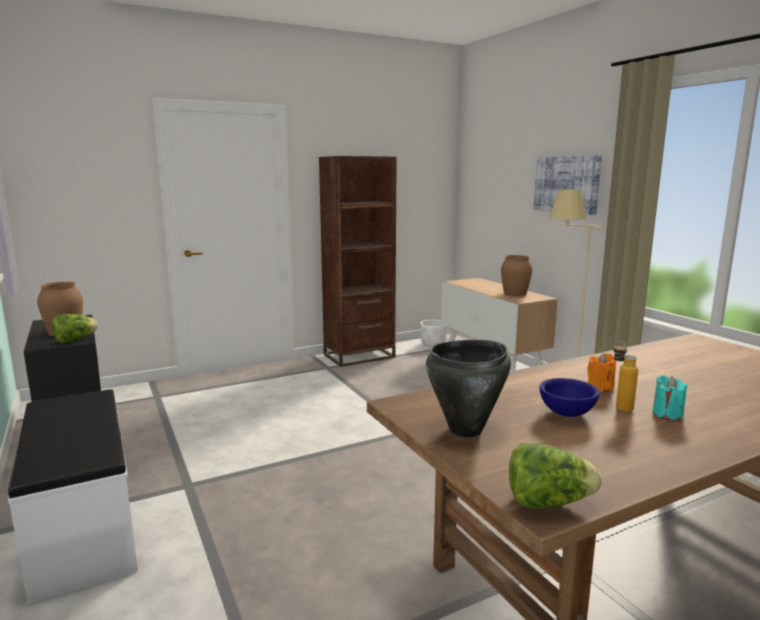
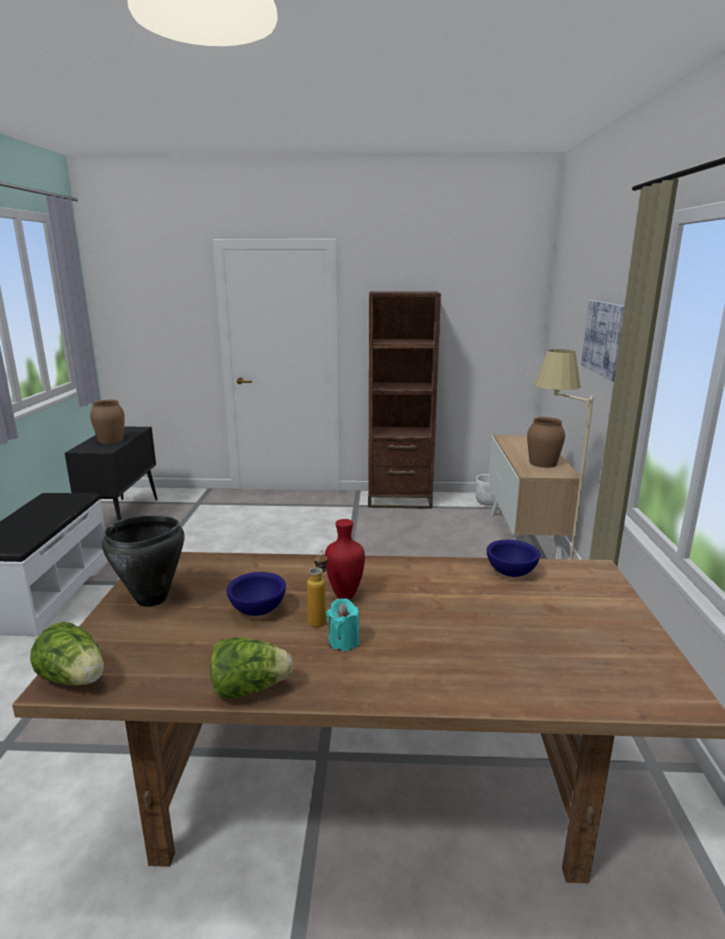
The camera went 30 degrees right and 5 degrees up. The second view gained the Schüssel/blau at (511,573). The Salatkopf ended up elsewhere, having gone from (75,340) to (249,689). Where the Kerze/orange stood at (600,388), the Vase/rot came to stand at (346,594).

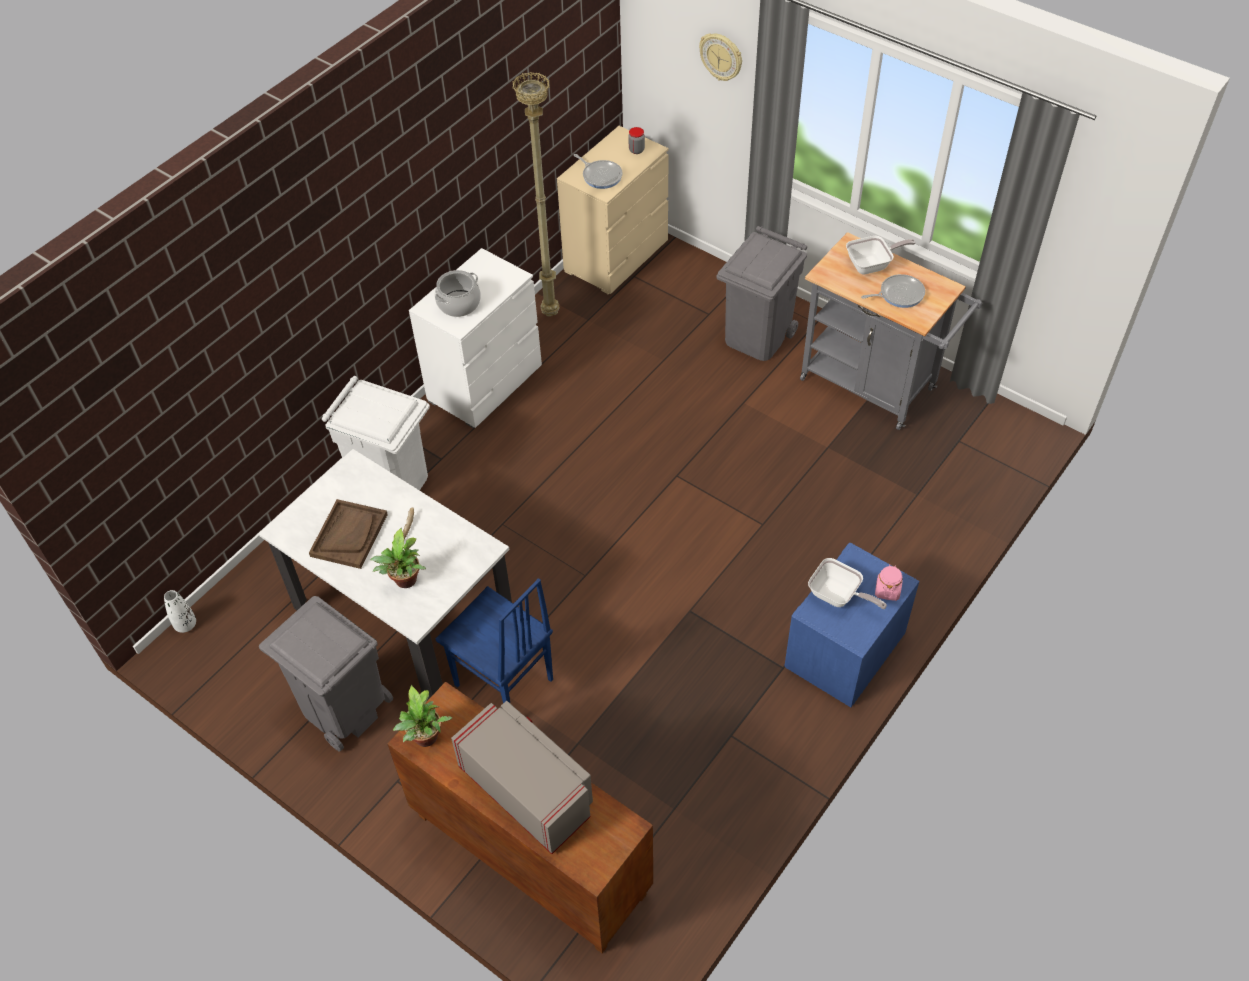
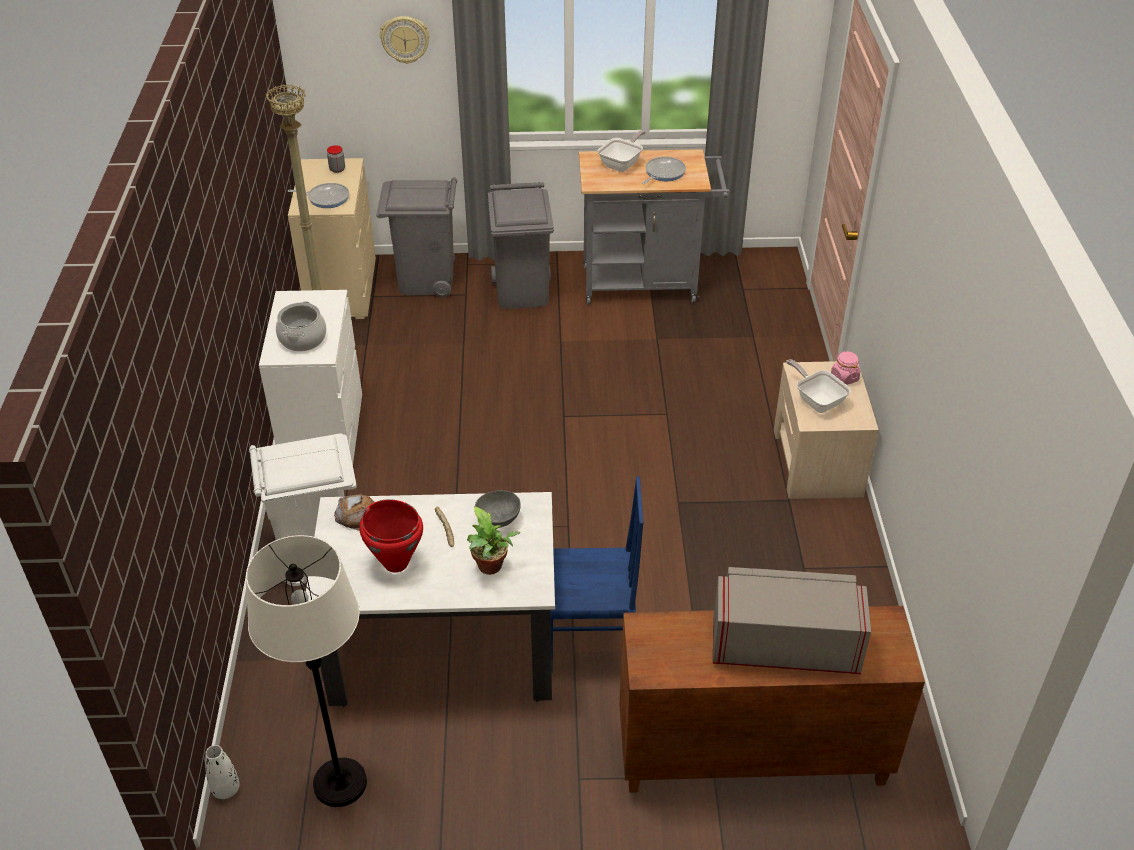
The camera went 40 degrees left and 10 degrees down. The second view lost the Topfpflanze at (426,739). The second view gained the Stehlampe/weiß at (339,783). The second view gained the Brot at (357,515). The second view gained the Schüssel/grau at (499,520). The Mülleimer/grau ended up elsewhere, having gone from (344,709) to (425,280). Where the Tablett/braun stood at (349,535), the Kochtopf/rot came to stand at (396,563). What was the Nachttisch/blau at (844,650) turned into the Nachttisch/beige at (817,463). The Pfanne at (838,596) ended up facing another way, 120 degrees counterclockwise from before.

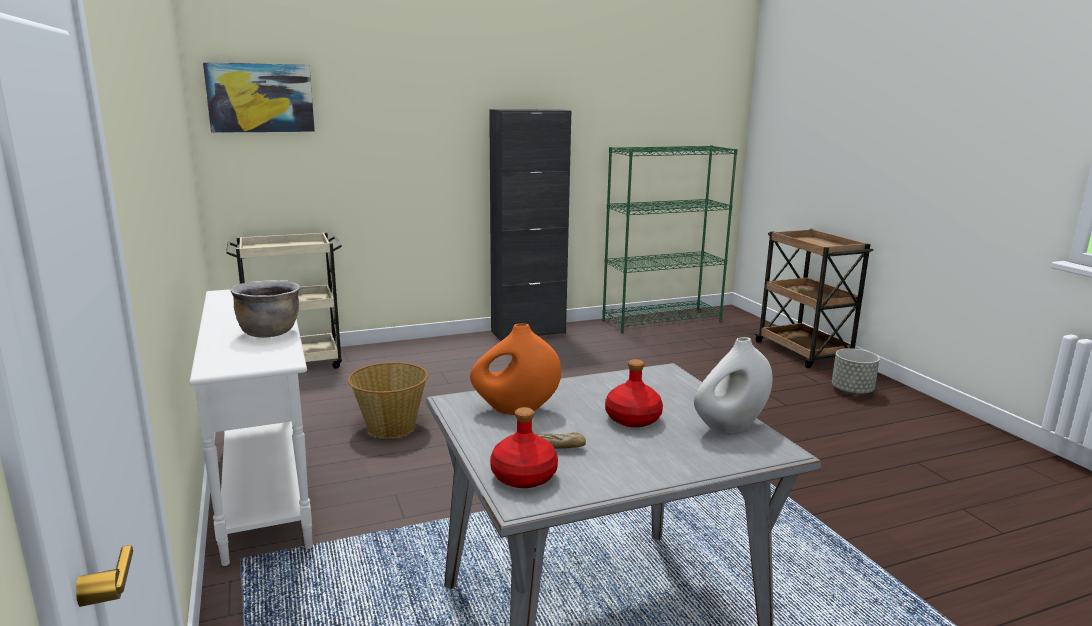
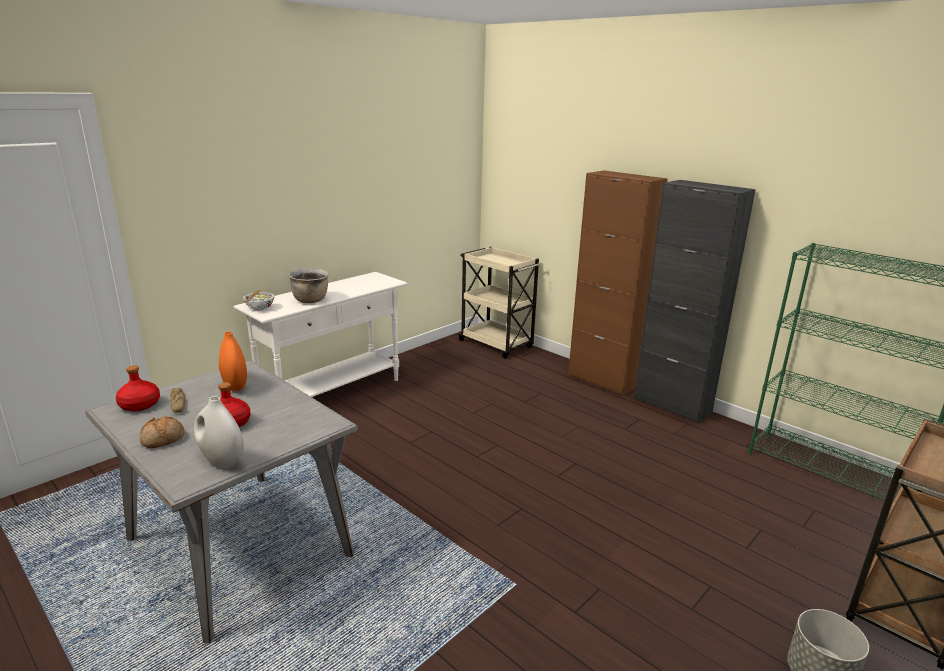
The camera went 65 degrees right and 5 degrees up. The second view lost the Bild at (260,98). The second view lost the Korb at (390,427). The second view gained the Brot at (162,439). The second view gained the Schüssel at (259,308). The second view gained the Schrank/braun at (602,380).

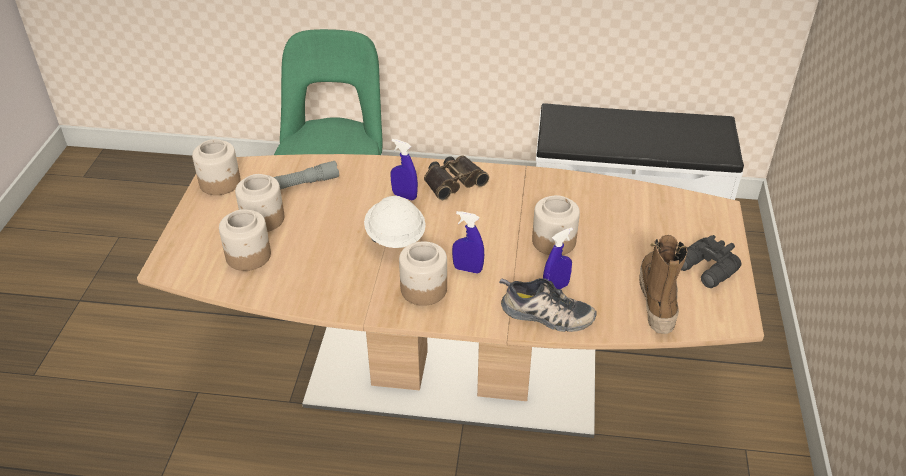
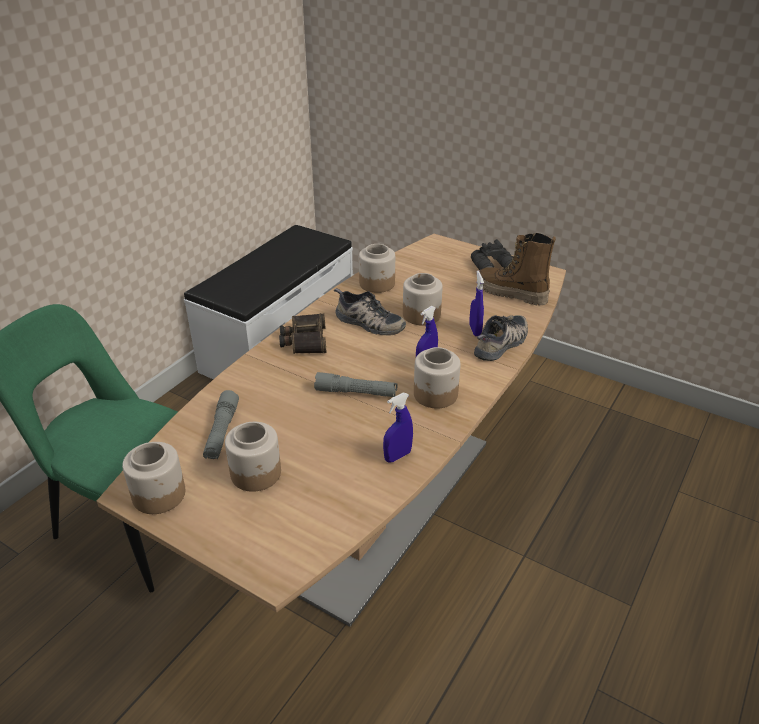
The camera went 65 degrees left and 5 degrees down. The second view gained the Schuh at (368,323). The Vorratsglas ended up elsewhere, having gone from (248,256) to (377,284). The Sprühflasche/blau ended up elsewhere, having gone from (404,196) to (397,456). Where the Schutzhelm/weiß stood at (395,238), the Taschenlampe/grau came to stand at (356,392).

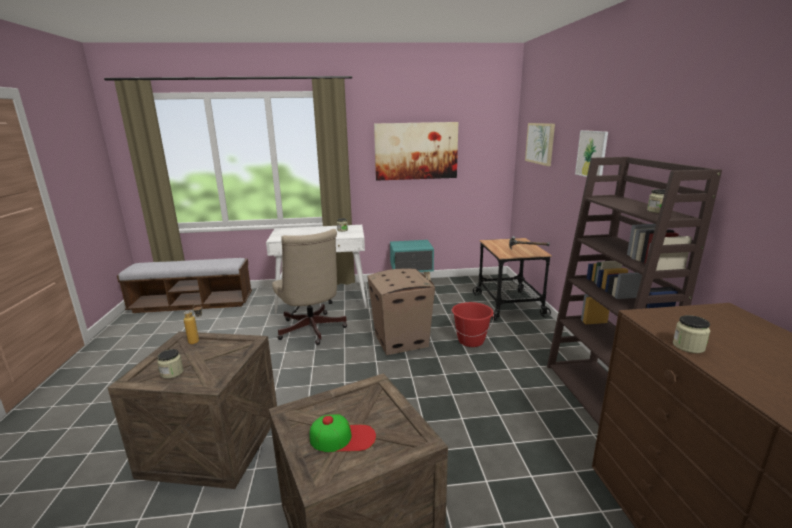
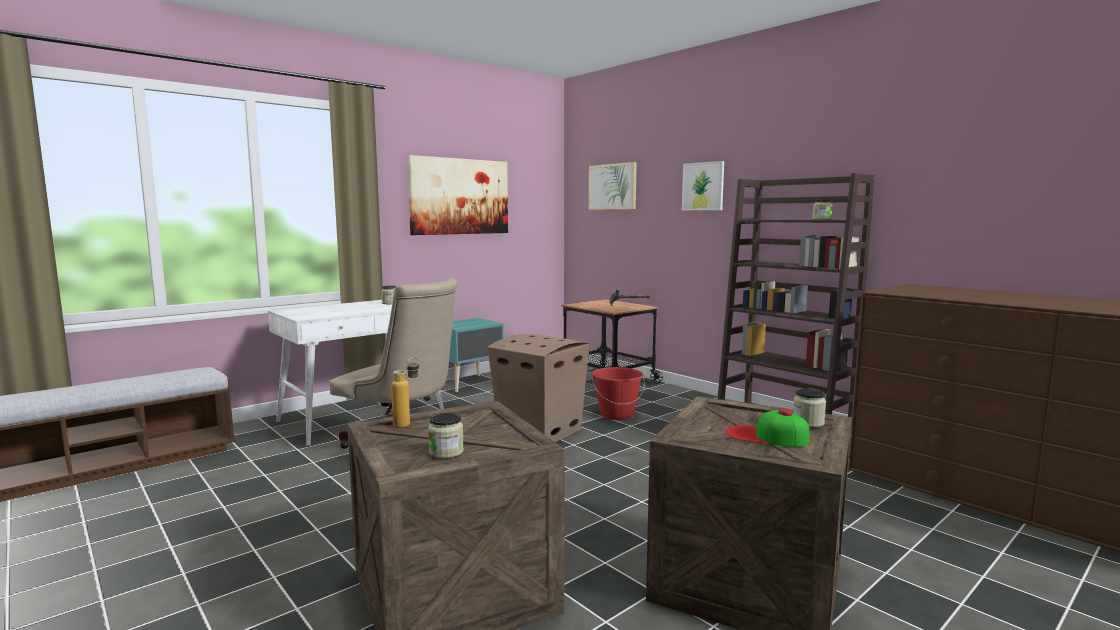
The camera went 35 degrees left and 10 degrees down. The Vorratsglas ended up elsewhere, having gone from (688,346) to (808,422). The Kappe at (343,437) ended up facing another way, 120 degrees counterclockwise from before.

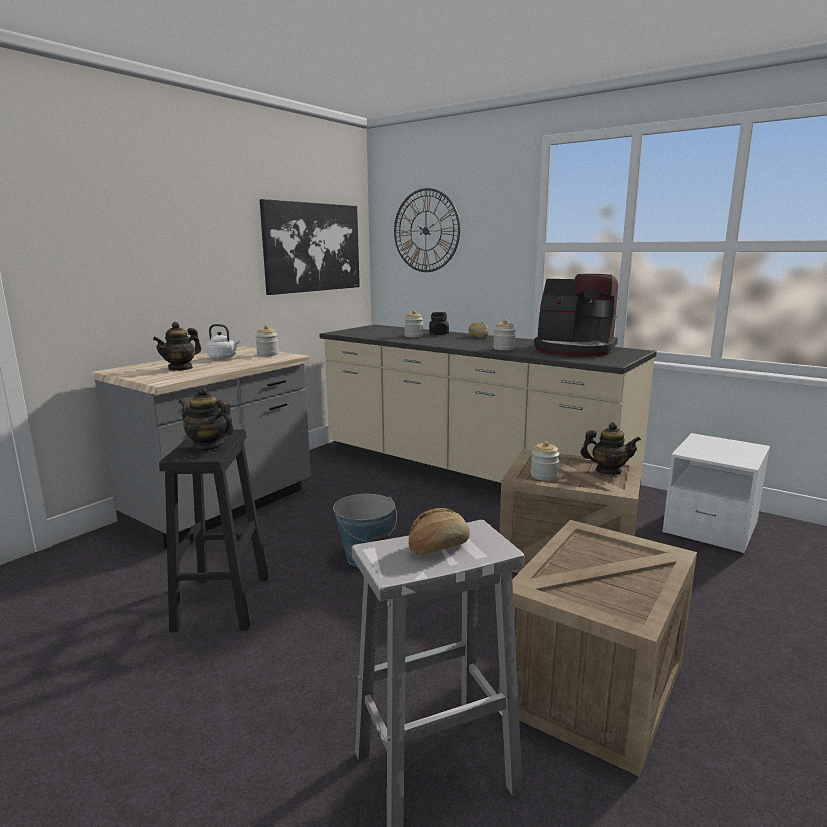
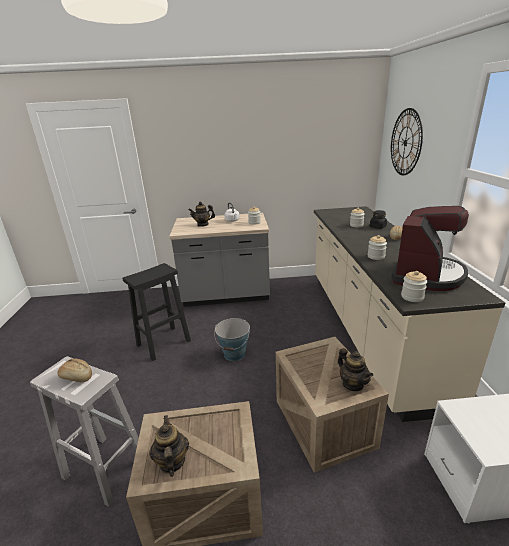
The camera went 50 degrees right and 10 degrees up. The second view lost the Bild at (312,247). The Teekanne ended up elsewhere, having gone from (208,446) to (172,462). The Vorratsglas ended up elsewhere, having gone from (544,476) to (412,297). The Kaffeemaschine at (574,349) ended up facing another way, 135 degrees counterclockwise from before.

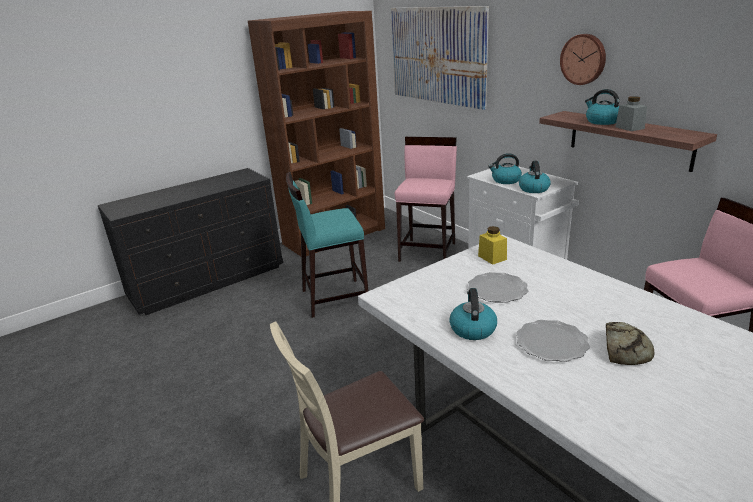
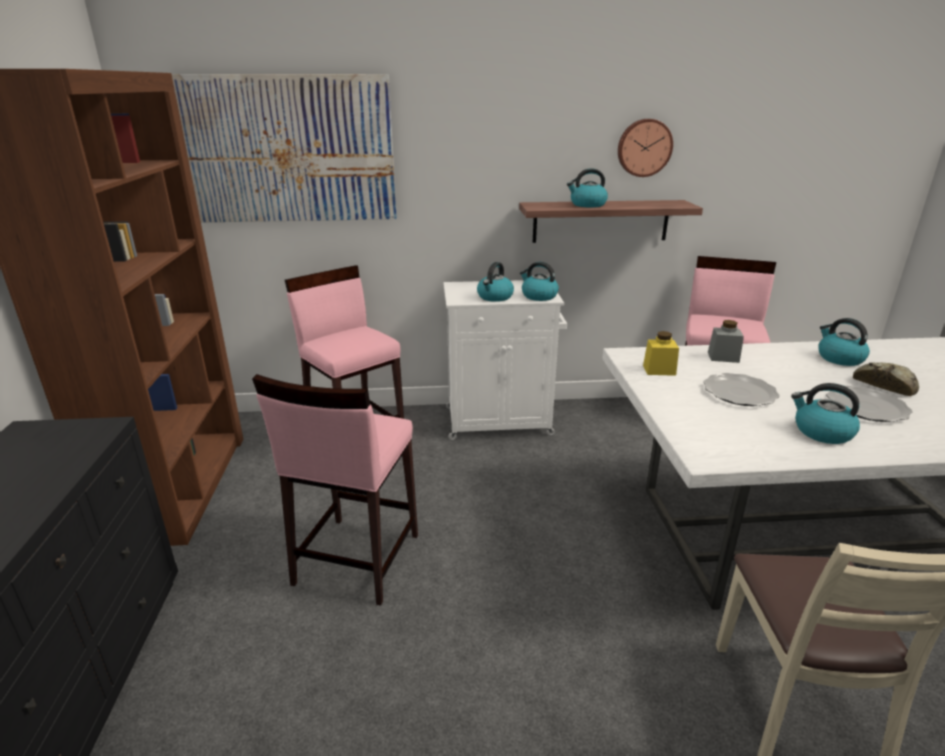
The camera went 60 degrees left and 0 degrees up. The second view gained the Wasserkessel at (839,358). The Wanduhr ended up elsewhere, having gone from (584,59) to (644,148). The Vorratsglas/grau ended up elsewhere, having gone from (629,128) to (723,357). What was the Hocker/türkis at (334,297) turned into the Hocker/rosa at (355,559).

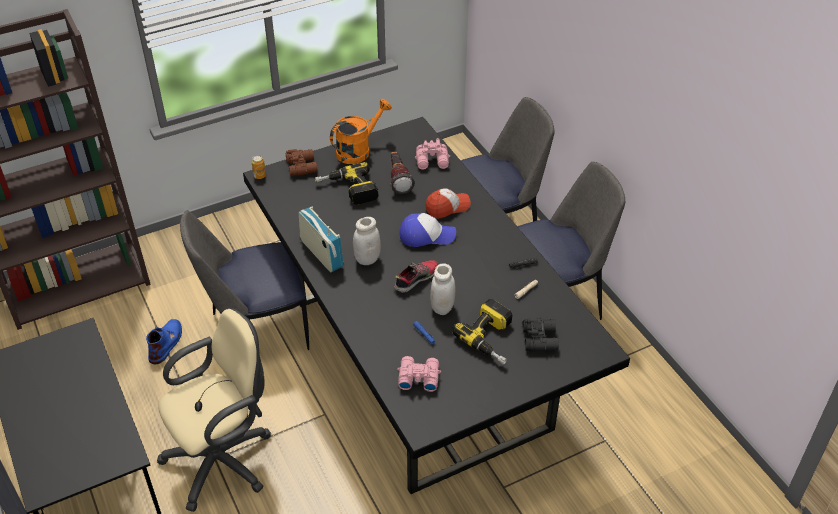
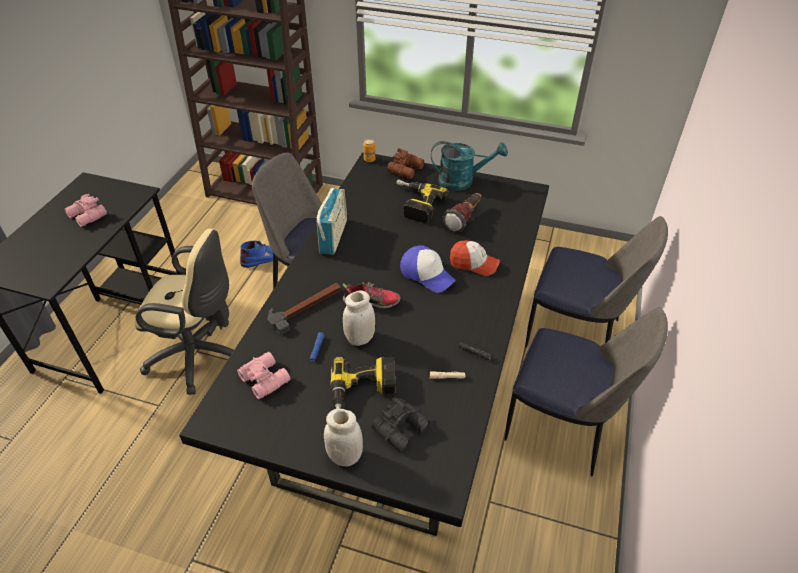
The camera went 45 degrees right and 0 degrees up. The second view gained the Hammer at (305,307). The Vorratsglas/weiß ended up elsewhere, having gone from (367,259) to (345,456). The Fernglas/rosa ended up elsewhere, having gone from (433,161) to (87,216). What was the Gießkanne/orange at (358,150) turned into the Gießkanne/türkis at (462,181).

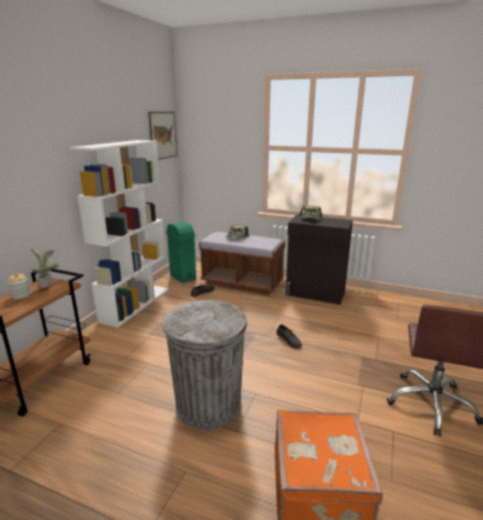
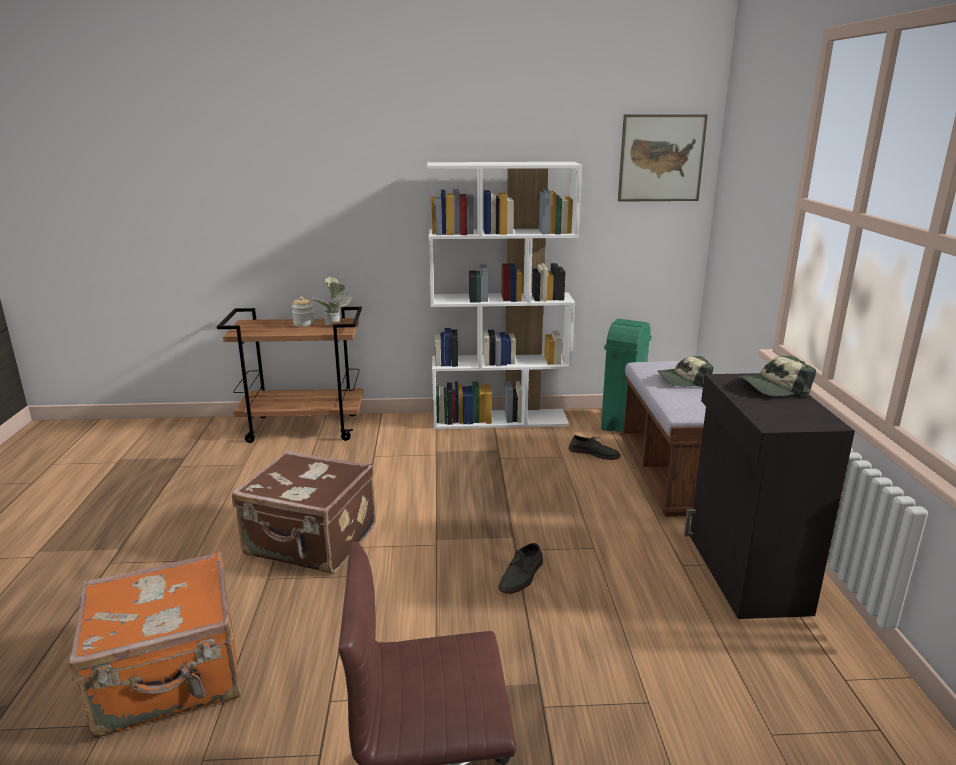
The camera went 65 degrees right and 0 degrees up. Where the Mülleimer/grau stood at (208,404), the Koffer/braun came to stand at (311,542).

